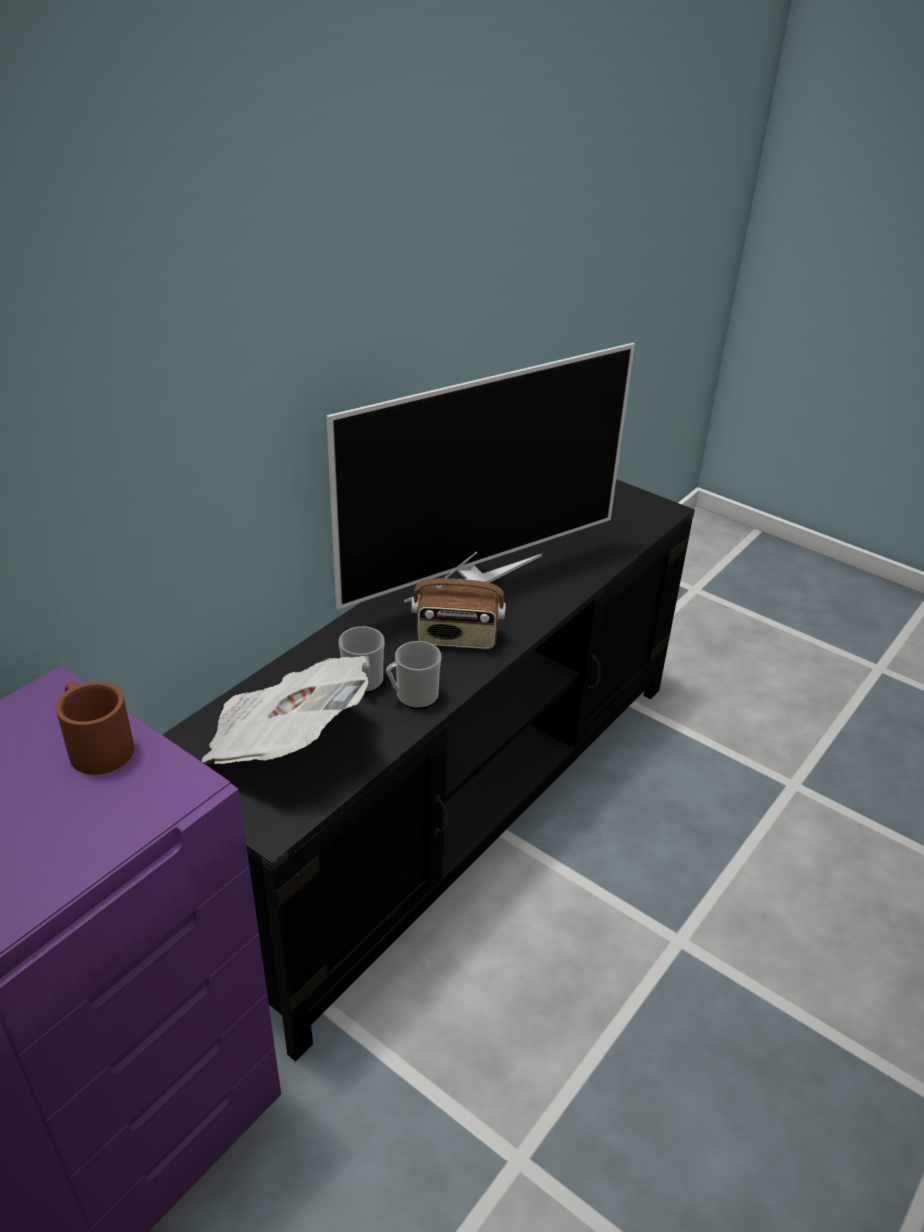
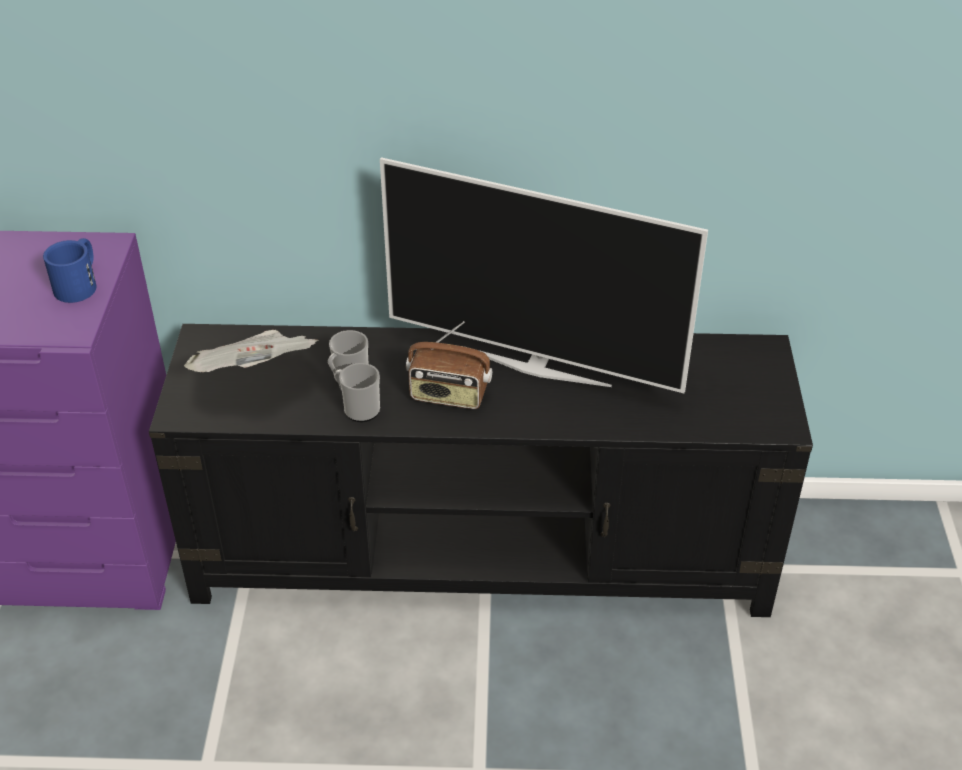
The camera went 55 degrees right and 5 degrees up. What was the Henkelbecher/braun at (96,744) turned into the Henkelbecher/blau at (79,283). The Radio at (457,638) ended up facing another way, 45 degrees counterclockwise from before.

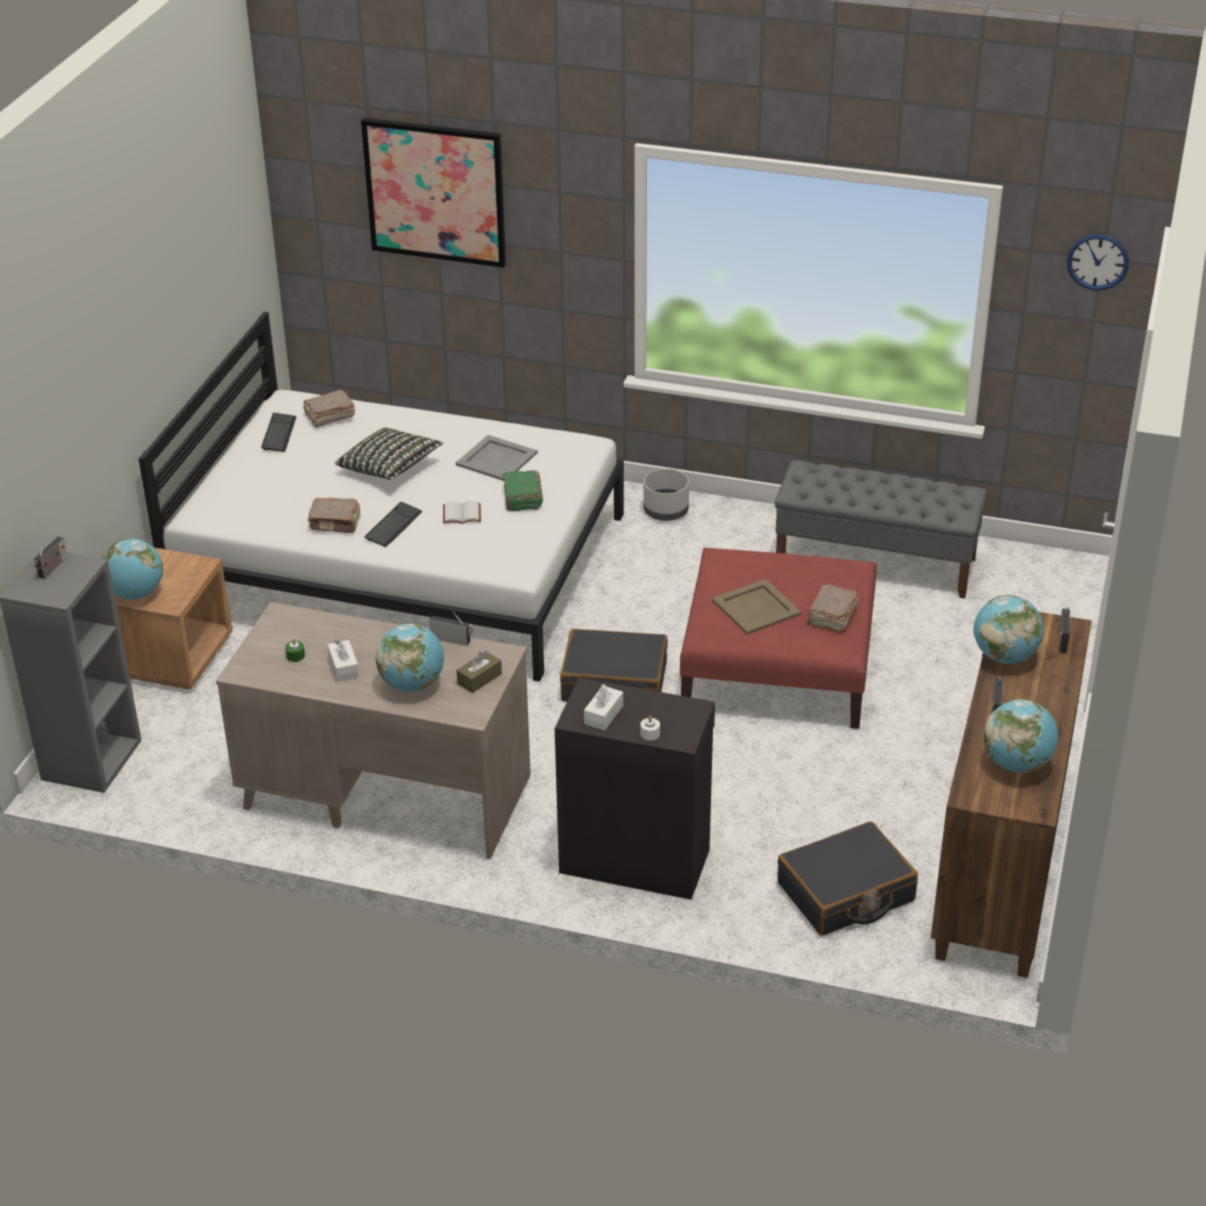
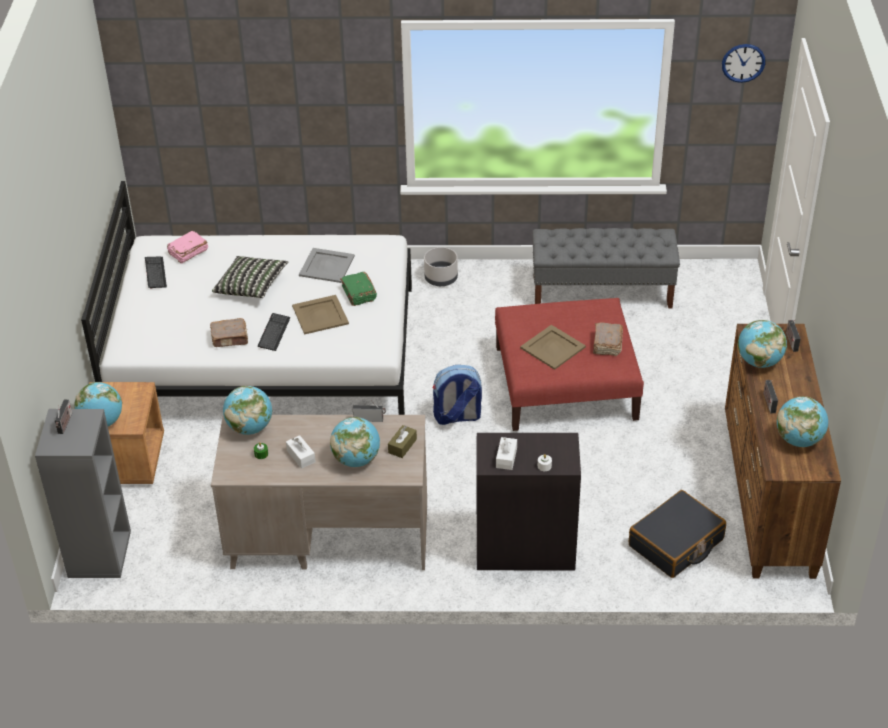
The camera went 15 degrees left and 5 degrees up. The second view lost the Bild at (435,192). The second view gained the Globus at (250,427). Where the Buch/weiß stood at (461,515), the Tablett/beige came to stand at (320,315). Where the Koffer/schwarz stood at (614,681), the Rucksack came to stand at (457,417). What was the Buch/braun at (329,416) turned into the Buch/rosa at (188,252).

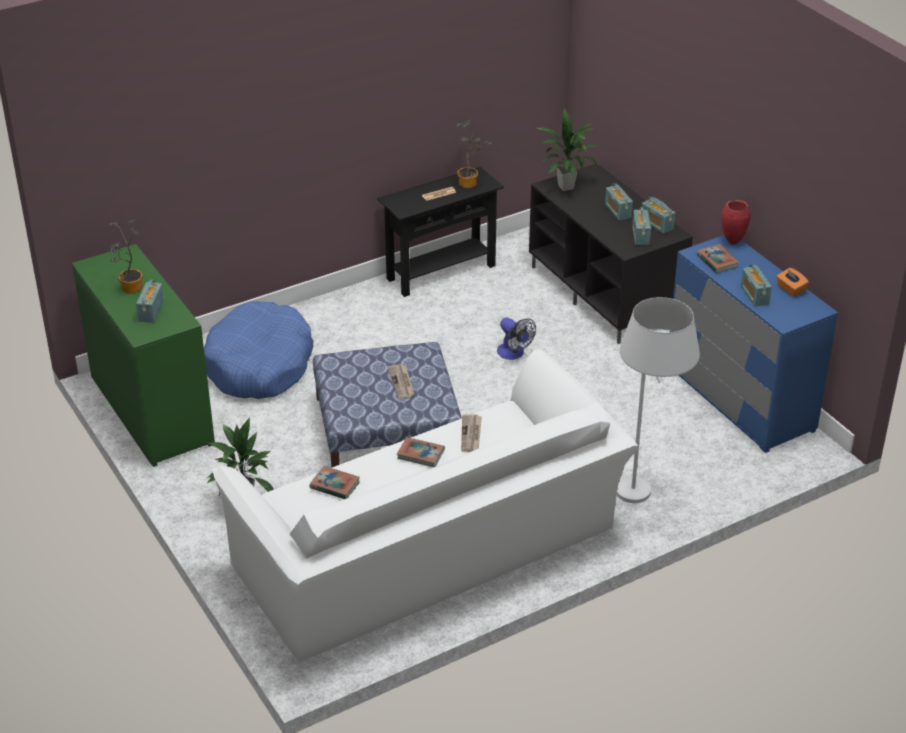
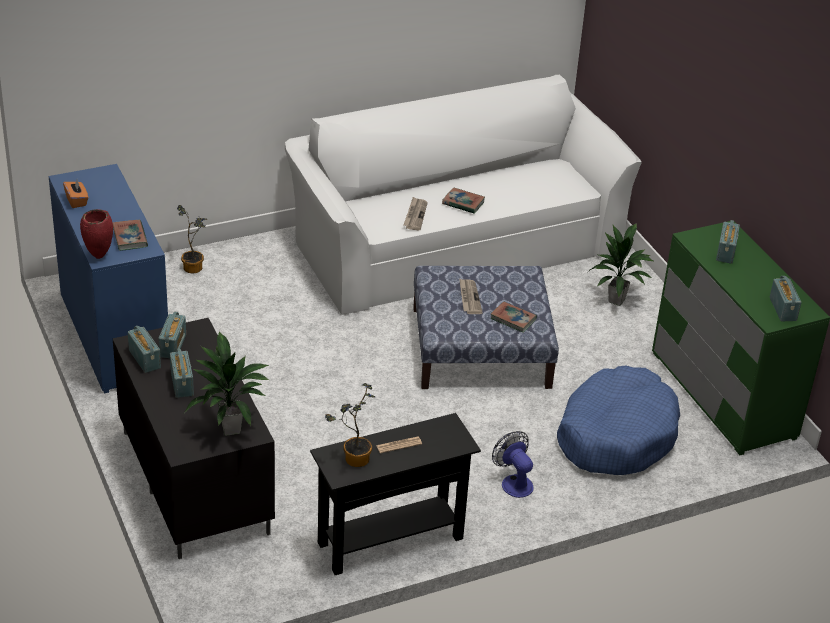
The camera went 175 degrees left and 0 degrees up. The second view lost the Stehlampe/weiß at (645,502). The Topfpflanze ended up elsewhere, having gone from (130,289) to (195,266). The Buch ended up elsewhere, having gone from (335,485) to (513,319). The Ventilator ended up elsewhere, having gone from (514,354) to (514,482). The Radio ended up elsewhere, having gone from (754,295) to (783,309).

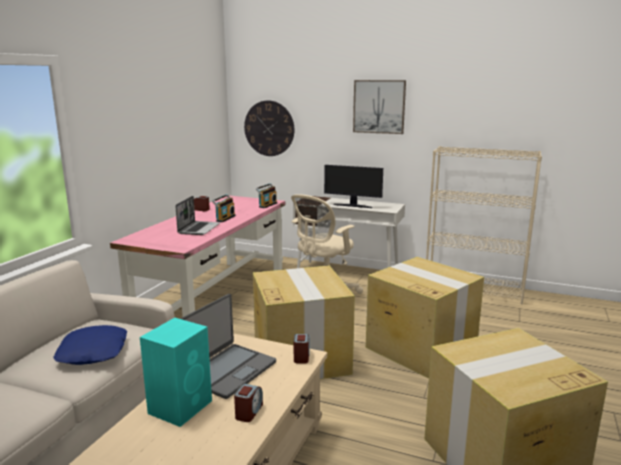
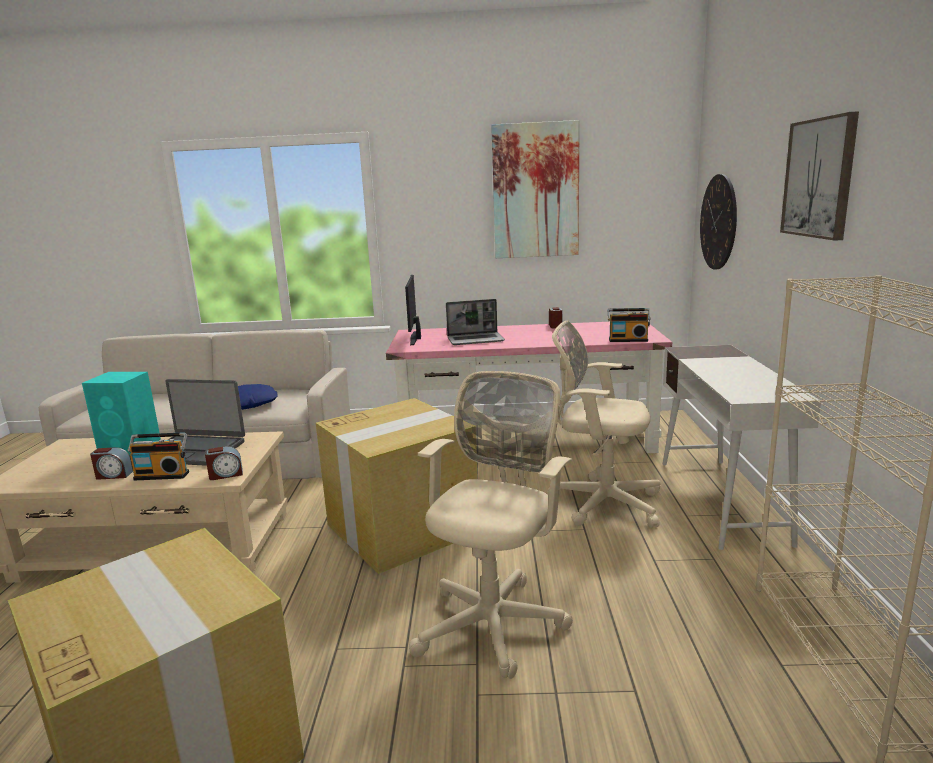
The camera went 70 degrees right and 0 degrees up. The second view gained the Bild at (535,191). The Radio ended up elsewhere, having gone from (224,218) to (163,475). The Monitor ended up elsewhere, having gone from (352,205) to (416,338). Where the Karton stood at (419,348), the Bürostuhl/beige came to stand at (494,621).

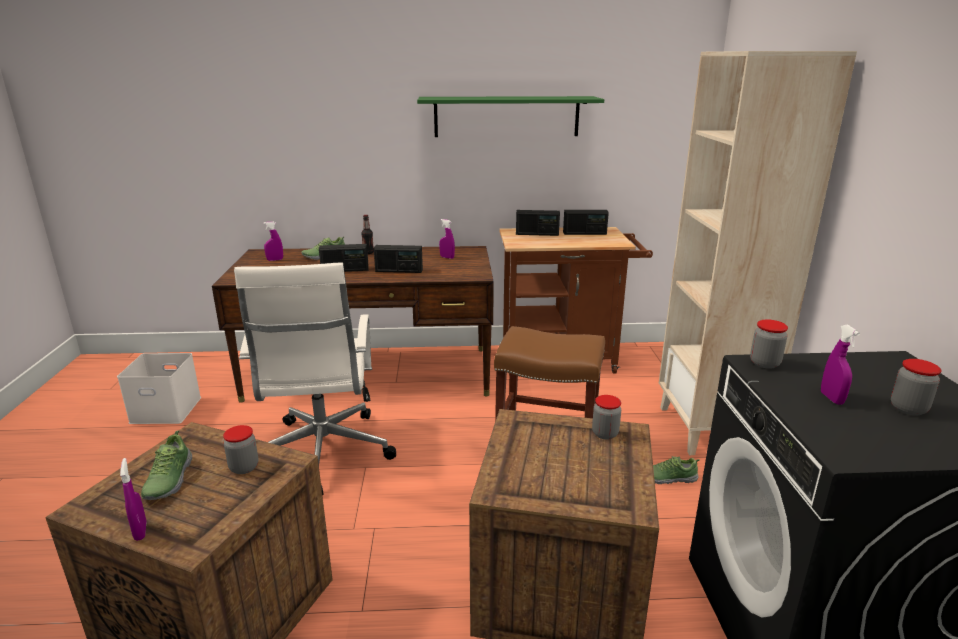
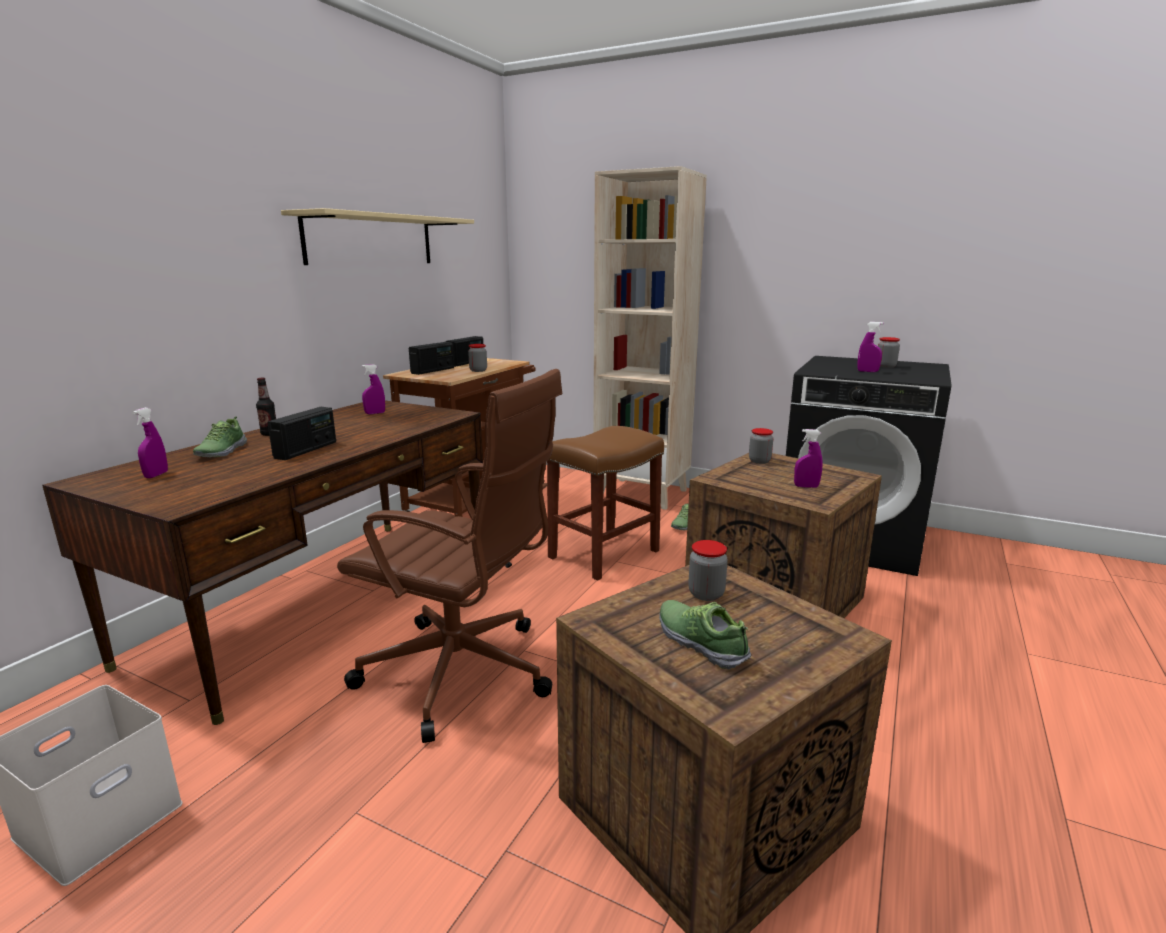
The camera went 60 degrees left and 5 degrees down. The second view lost the Radio at (399,271). The Sprühflasche/lila ended up elsewhere, having gone from (140,531) to (806,486). The Vorratsglas ended up elsewhere, having gone from (764,363) to (478,370). What was the Bürostuhl/weiß at (322,454) turned into the Bürostuhl/braun at (462,674). What was the Wandregal/grün at (506,116) turned into the Wandregal/beige at (371,240). The Schuh at (168,480) ended up facing another way, 150 degrees counterclockwise from before.

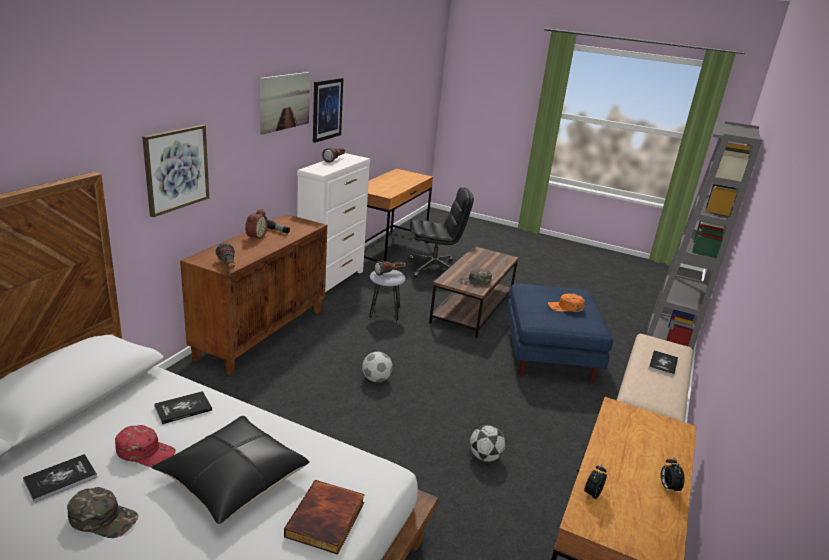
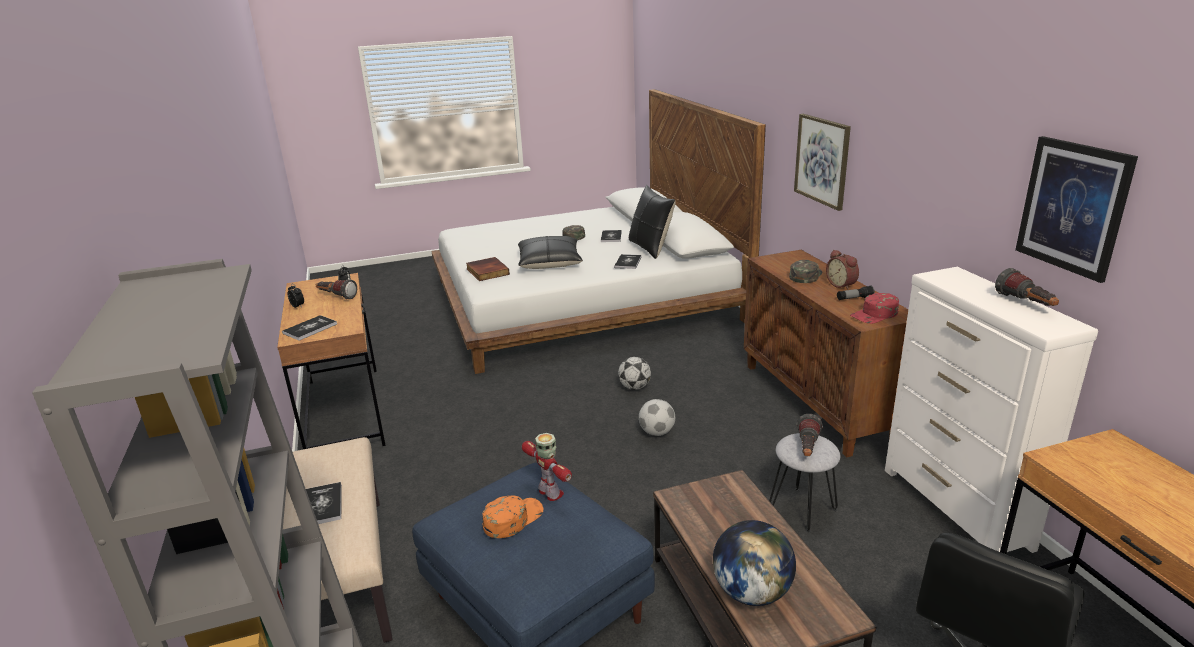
The camera went 140 degrees right and 0 degrees up. The second view lost the Bild at (284,101). The second view gained the Buch at (310,329). The second view gained the Spielzeugroboter at (550,493). The second view gained the Kissen/schwarz at (650,248). The second view gained the Globus at (751,592). The Kappe/rot ended up elsewhere, having gone from (146,451) to (874,315). The Taschenlampe ended up elsewhere, having gone from (228,267) to (336,296). The Kappe/grün ended up elsewhere, having gone from (475,281) to (805,275). The Fußball ended up elsewhere, having gone from (485,457) to (634,387).

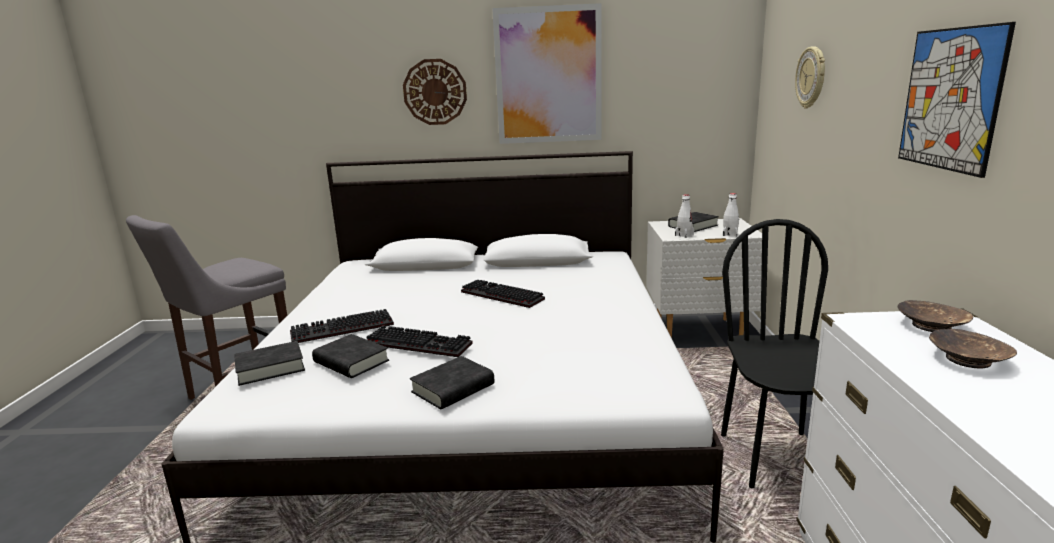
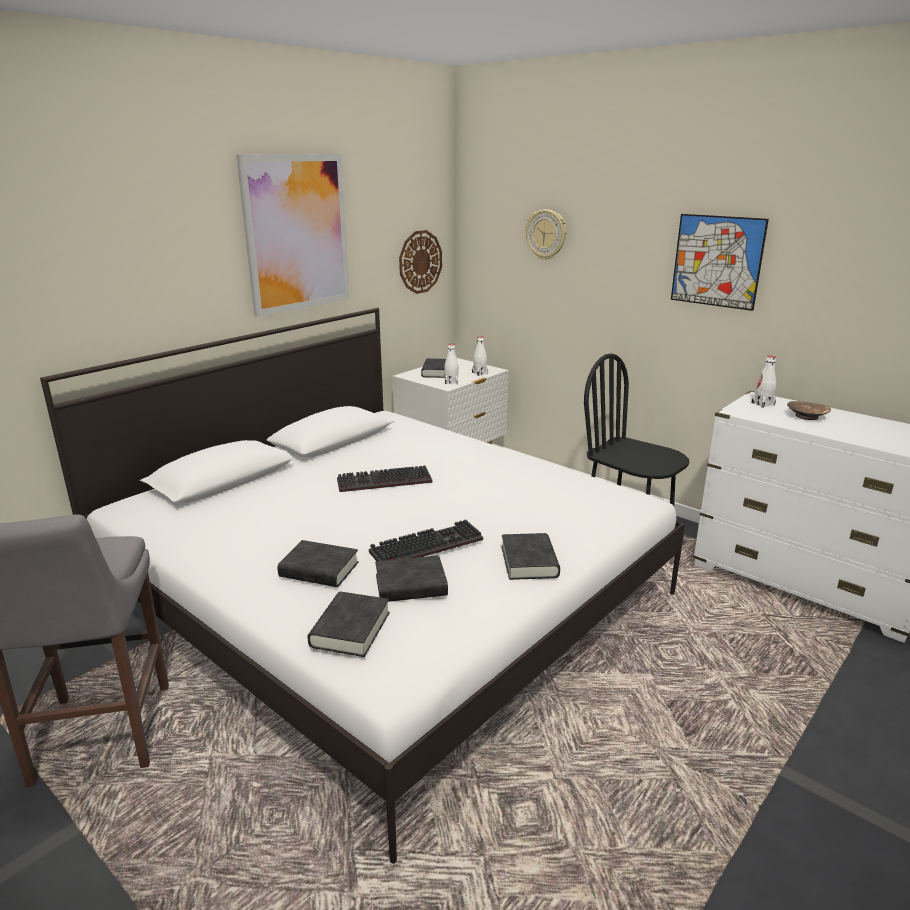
The camera went 50 degrees left and 5 degrees up. The Wanduhr ended up elsewhere, having gone from (435,92) to (420,262). Where the Tastatur stood at (341,330), the Buch/schwarz came to stand at (319,570). Where the Schüssel/braun stood at (931,326), the Flasche/weiß came to stand at (762,404).

